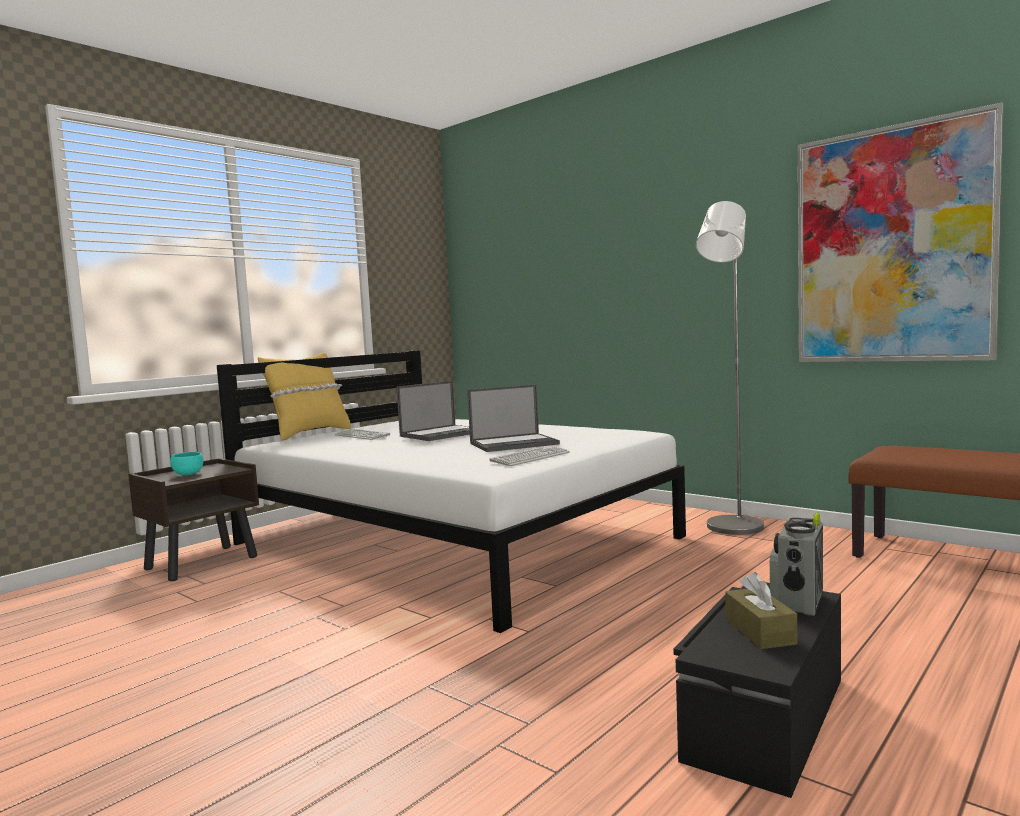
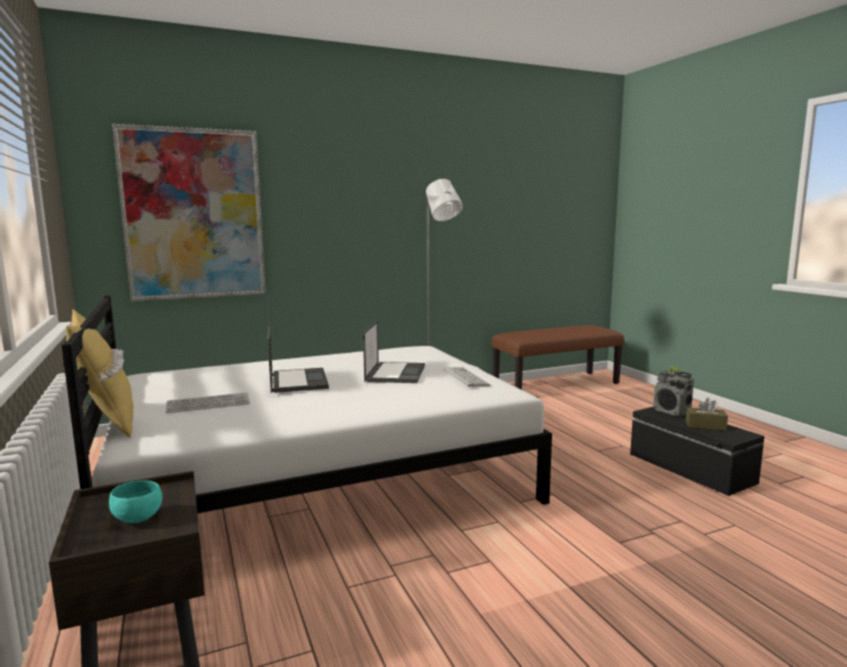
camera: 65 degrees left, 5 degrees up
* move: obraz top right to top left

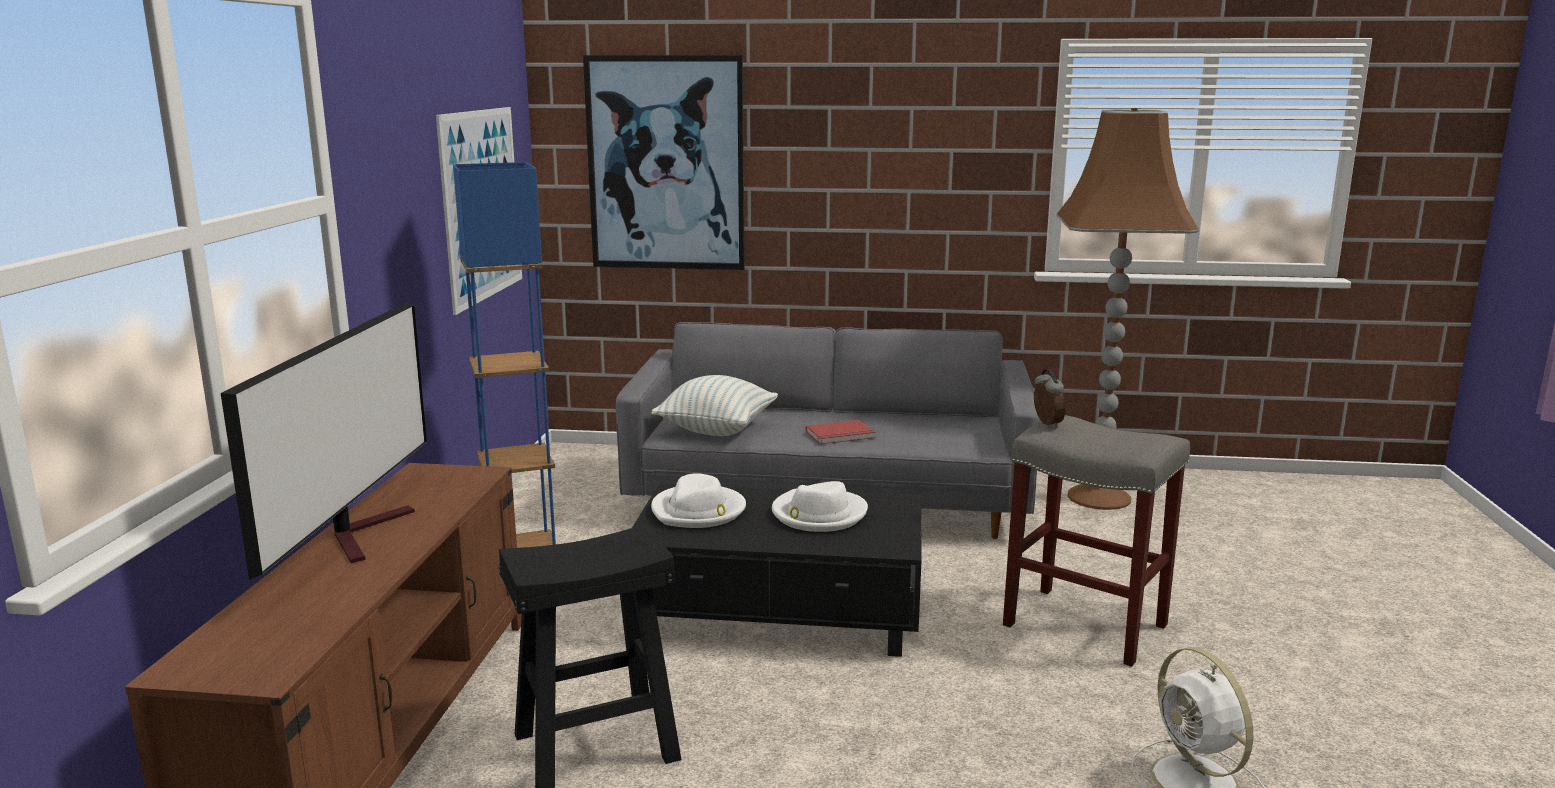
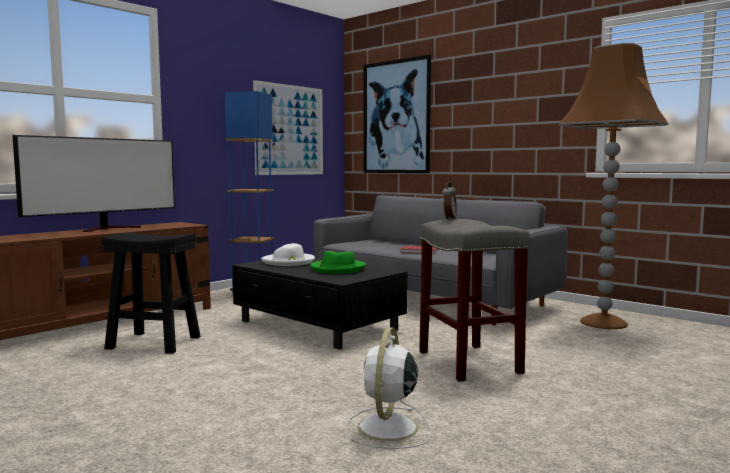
camera: 35 degrees right, 10 degrees down
* delete: poduszka centre
* recolor: kapelusz [biały] (2nd from left) centre to kapelusz [zielony] centre

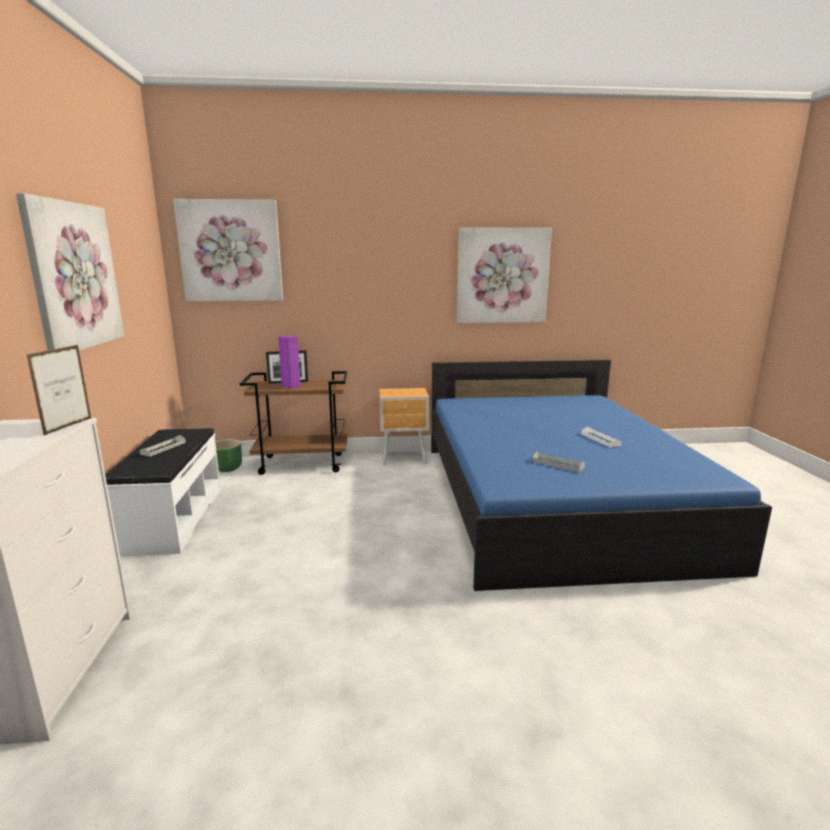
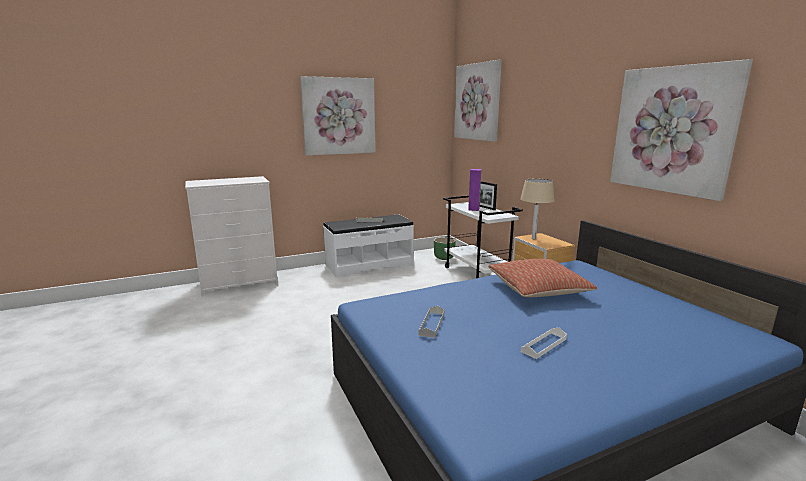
camera: 70 degrees right, 0 degrees up
* delete: ramka na zdjęcie (1st from left) middle left
* recolor: wózek [brązowy] centre to wózek [biały] centre
* insert: poduszka middle right
* insert: lampa stołowa [beżowy] centre

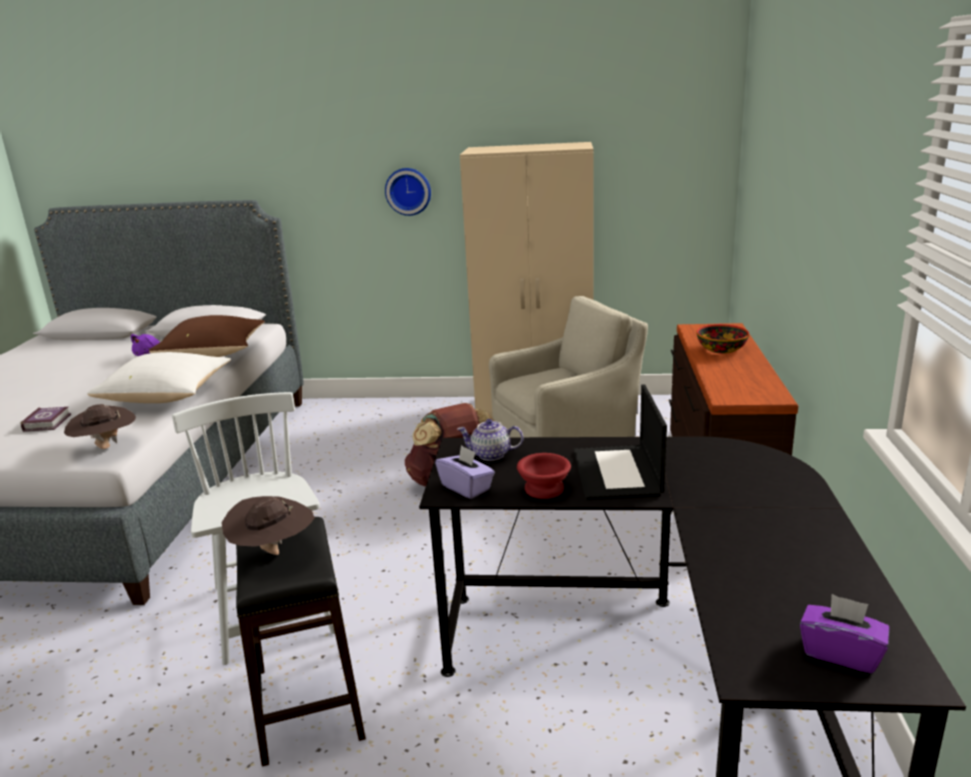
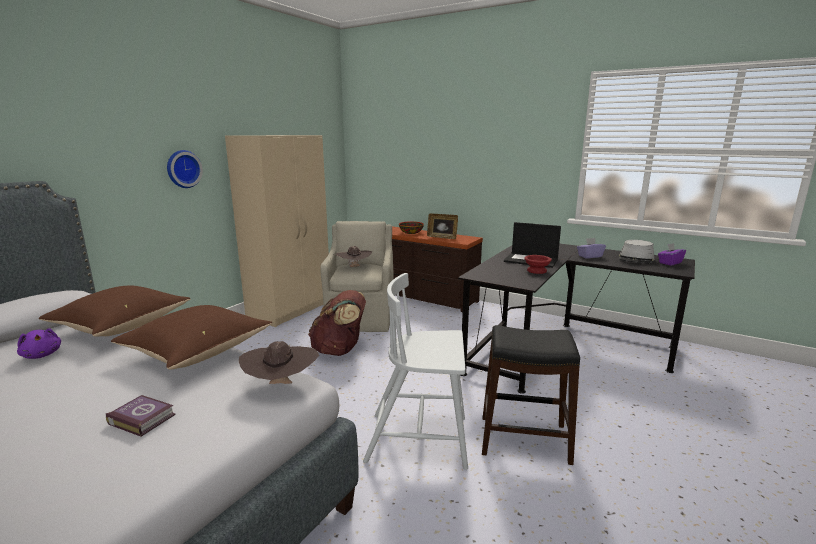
camera: 65 degrees left, 5 degrees down
* recolor: poduszka [biały] middle left to poduszka [brązowy] (2nd from left) middle left
* move: kapelusz [brązowy] (2nd from left) bottom left to centre
* move: pudełko chusteczek [fioletowy] (1st from left) centre to middle right
* delete: imbryk centre
* insert: ramka na zdjęcie centre
* insert: kapelusz [szary] middle right

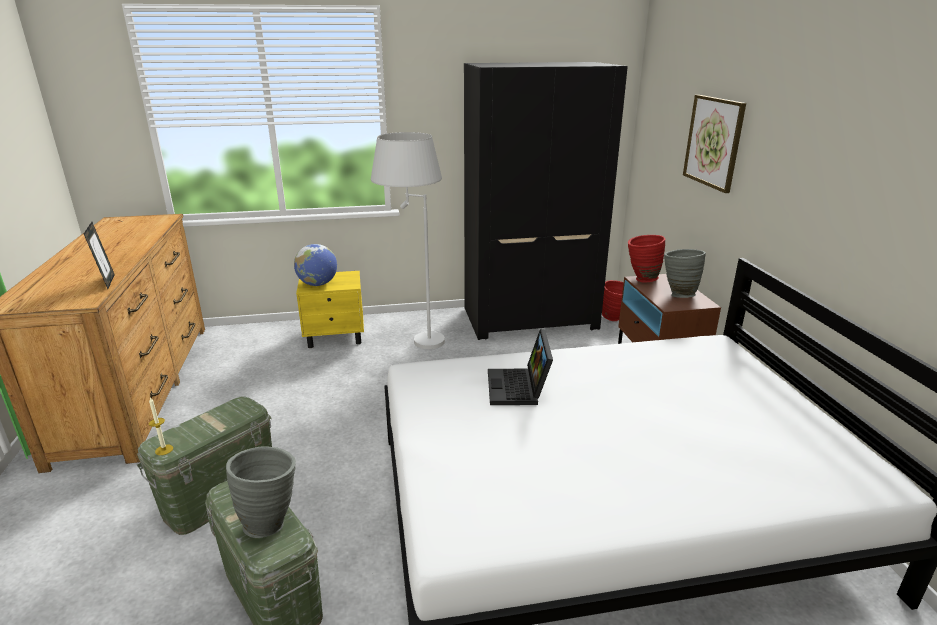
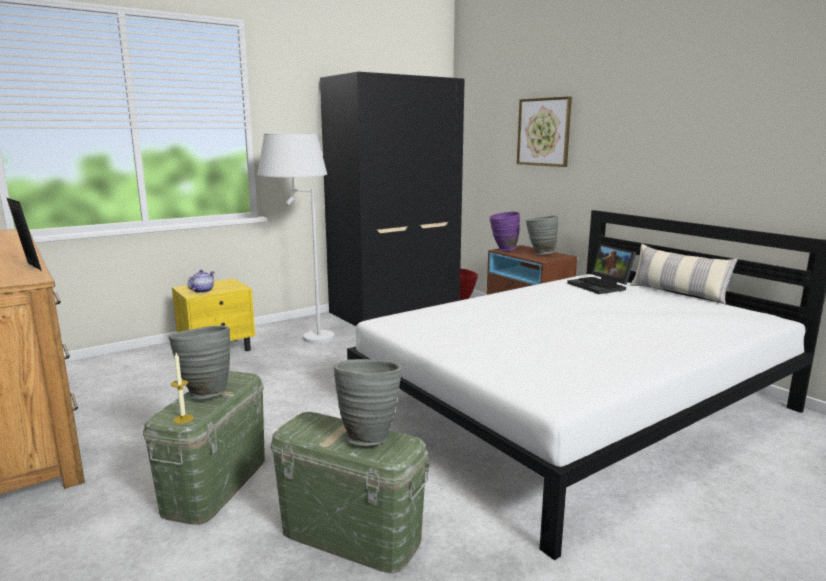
camera: 25 degrees left, 10 degrees down
* replace: globus centre to imbryk middle left
* move: laptop centre to middle right
* recolor: wazon [czerwony] (2nd from left) middle right to wazon [fioletowy] centre
* insert: wazon [szary] (1st from left) middle left
* insert: poduszka middle right

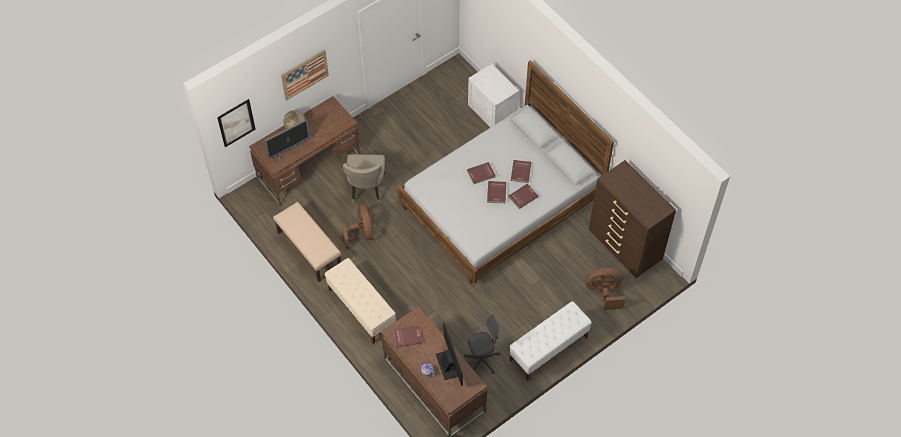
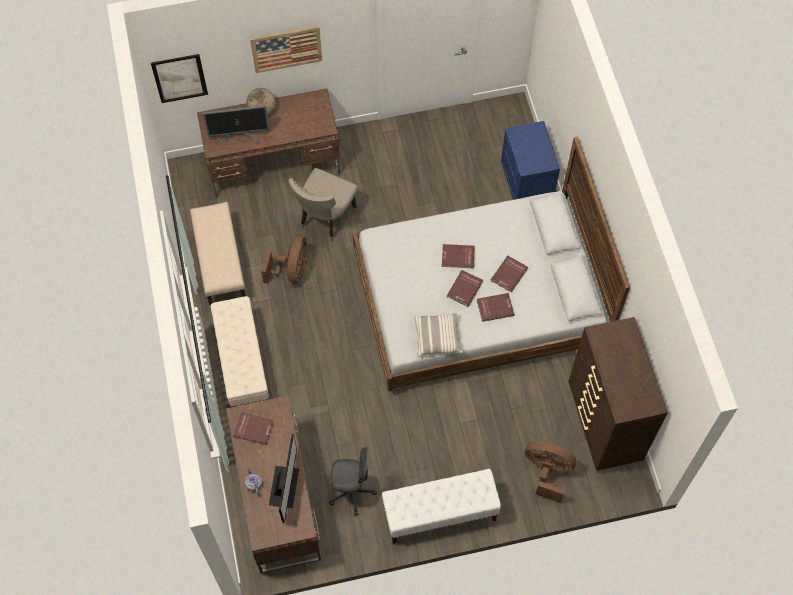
camera: 25 degrees right, 5 degrees up
* recolor: szafka nocna [biały] top centre to szafka nocna [niebieski] top right
* insert: poduszka centre

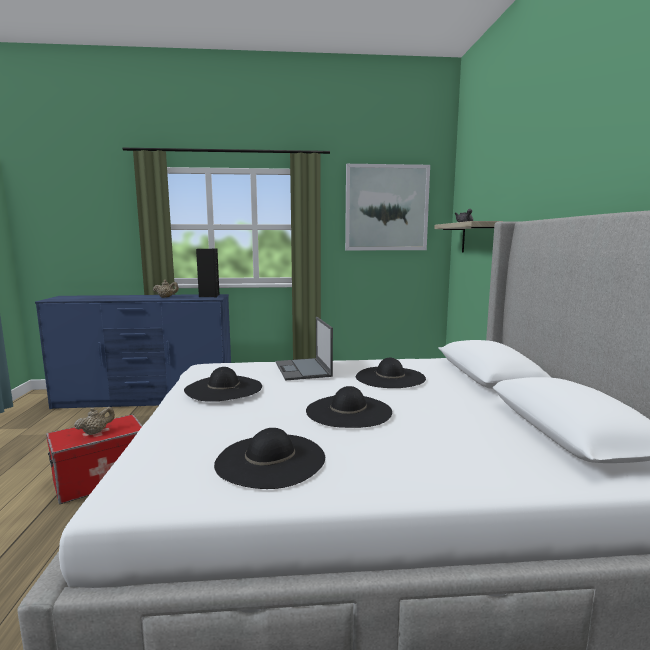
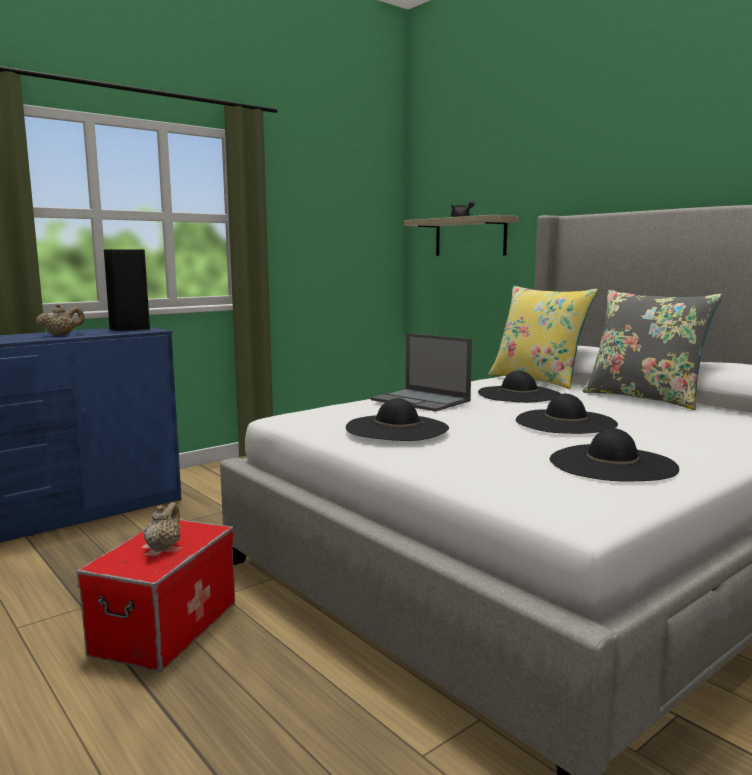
camera: 35 degrees left, 0 degrees up
* delete: obraz top centre
* insert: poduszka [żółty] middle right
* insert: poduszka [szary] middle right

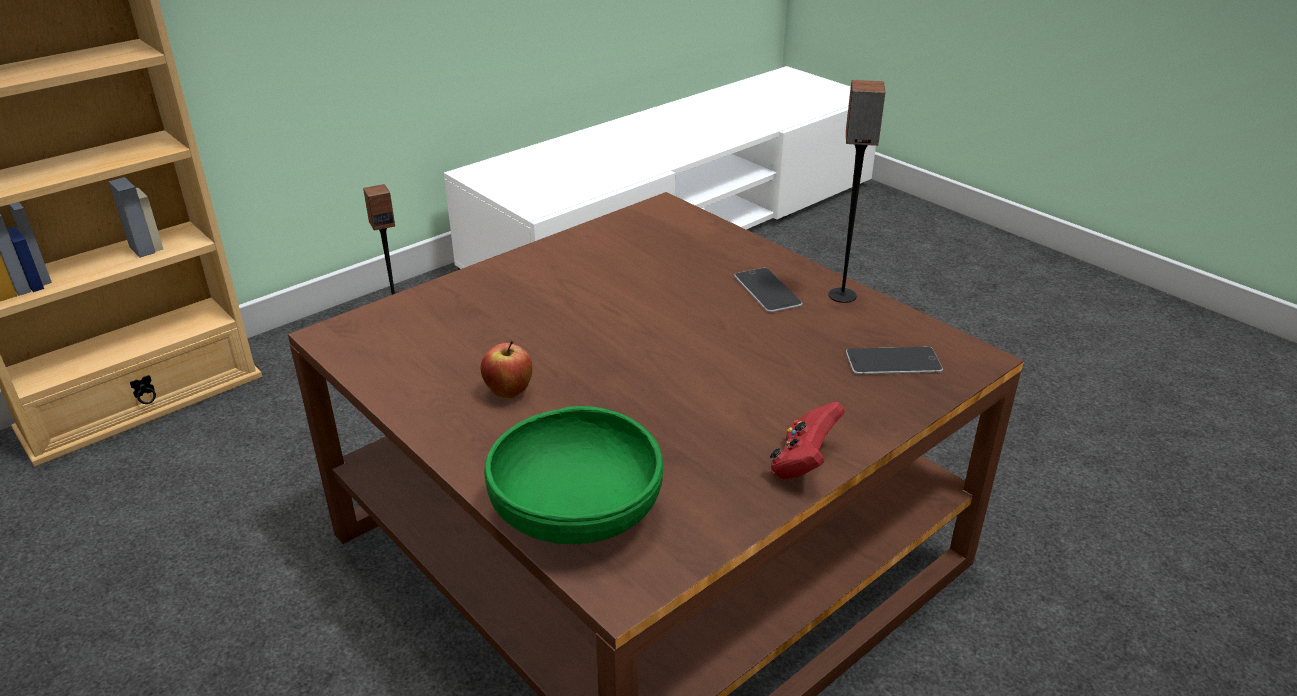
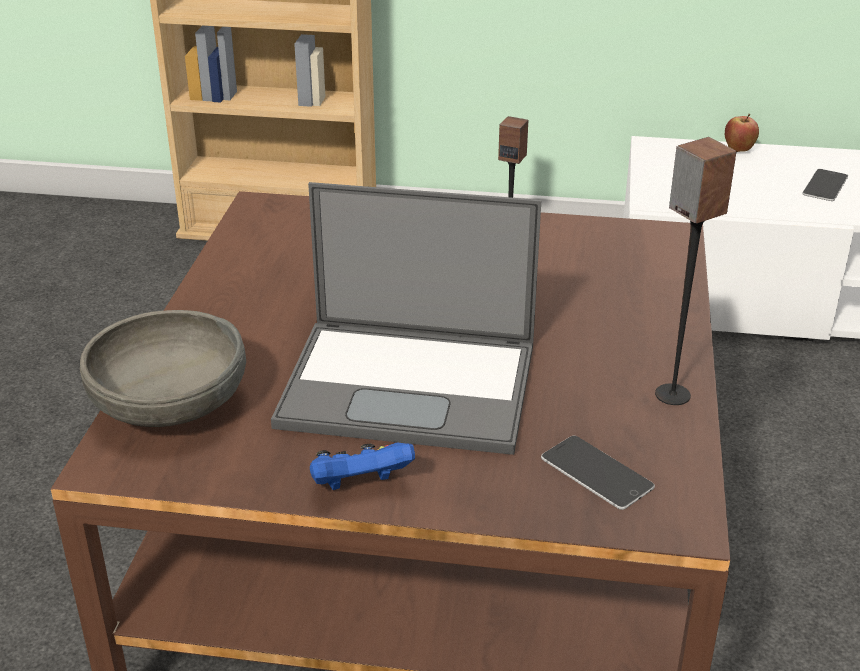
camera: 50 degrees right, 0 degrees up
* move: jabłko centre to top right
* recolor: miska [zielony] bottom centre to miska [szary] middle left
* move: telefon (1st from left in the first image) centre to telefon (2nd from left) top right
* recolor: pad do gier [czerwony] centre to pad do gier [niebieski] bottom centre
* insert: laptop centre

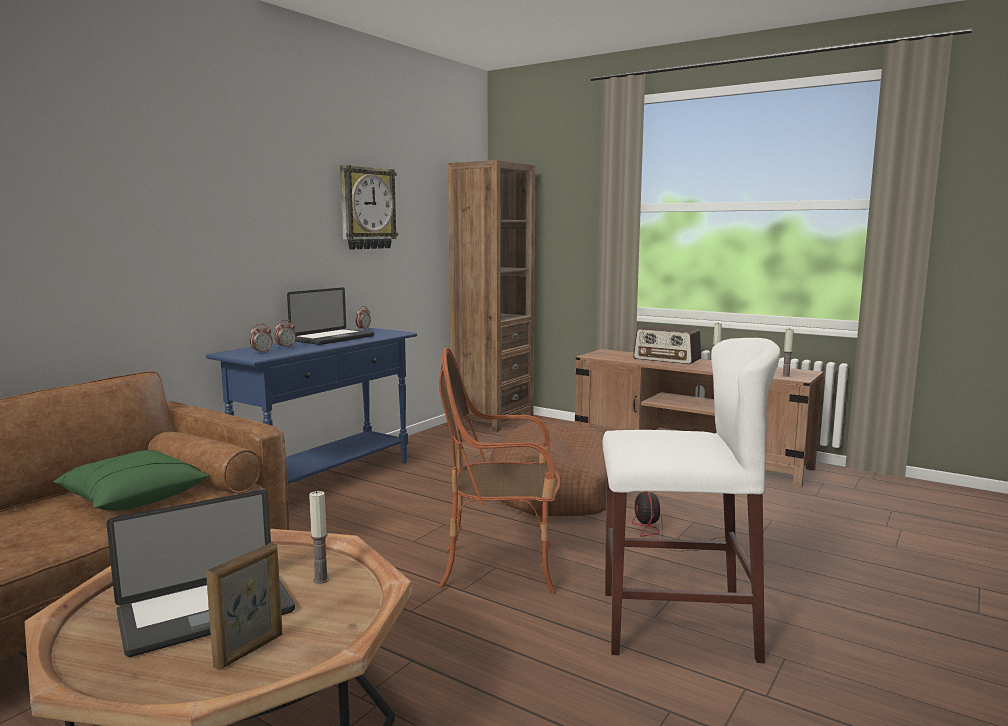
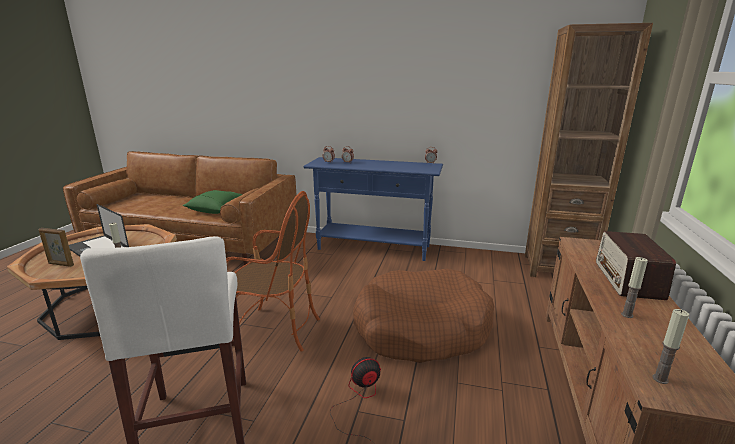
camera: 70 degrees right, 10 degrees up
* delete: laptop (2nd from left) middle left
* delete: zegar ścienny top centre
* rotate: fotel centre = centre 120 degrees clockwise

